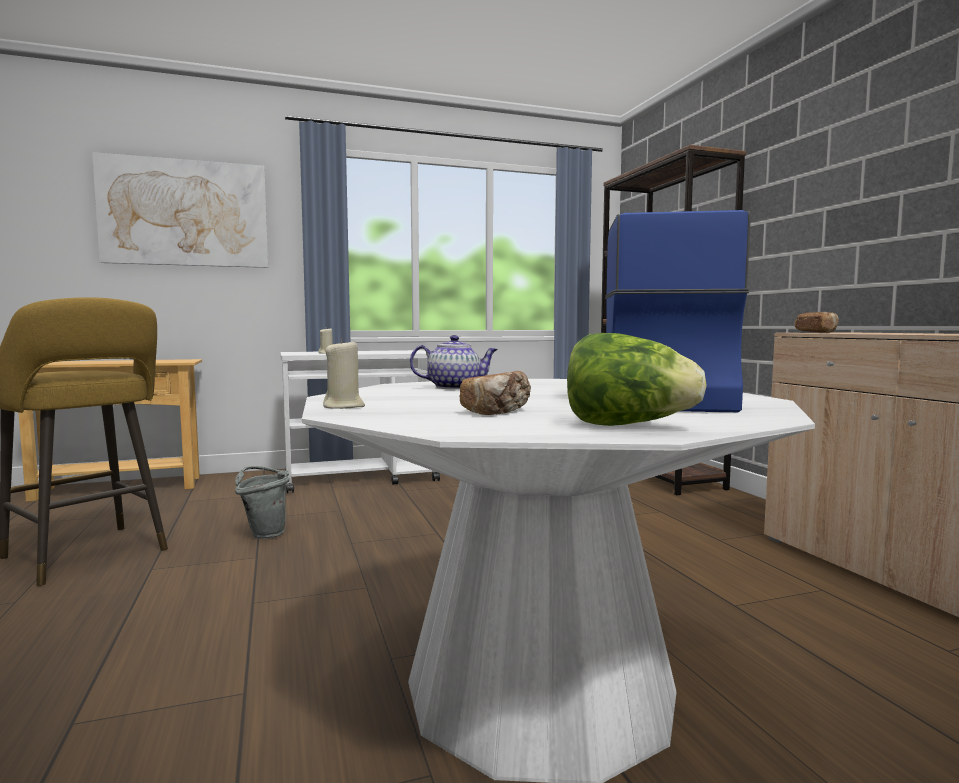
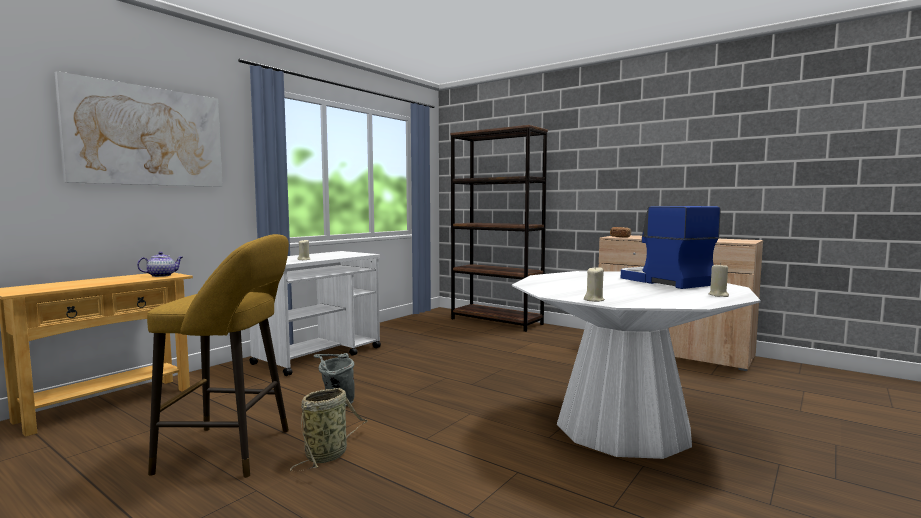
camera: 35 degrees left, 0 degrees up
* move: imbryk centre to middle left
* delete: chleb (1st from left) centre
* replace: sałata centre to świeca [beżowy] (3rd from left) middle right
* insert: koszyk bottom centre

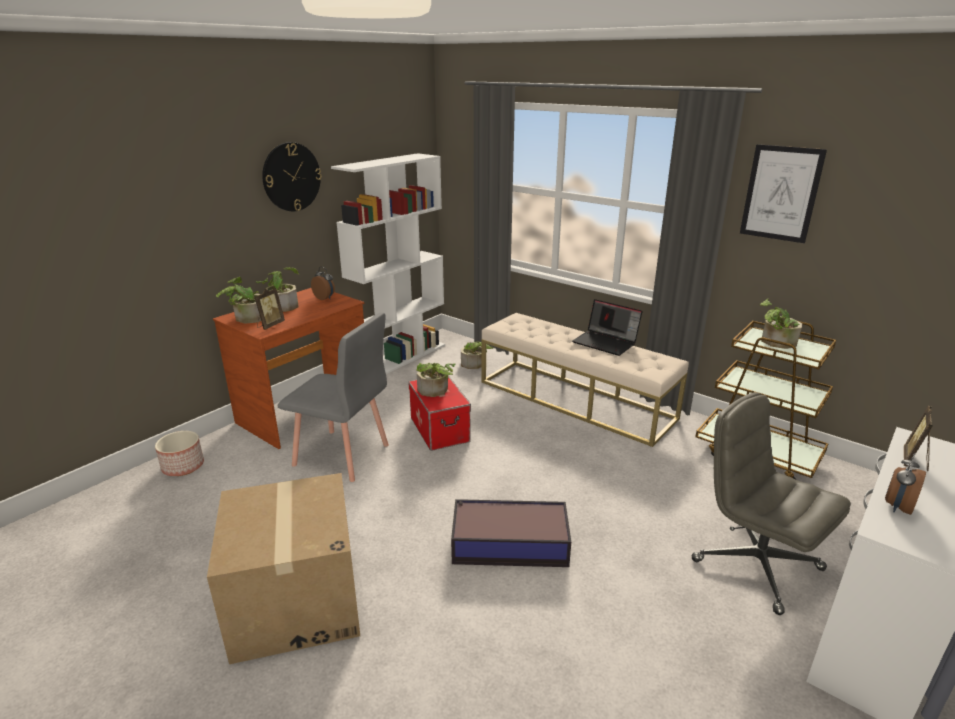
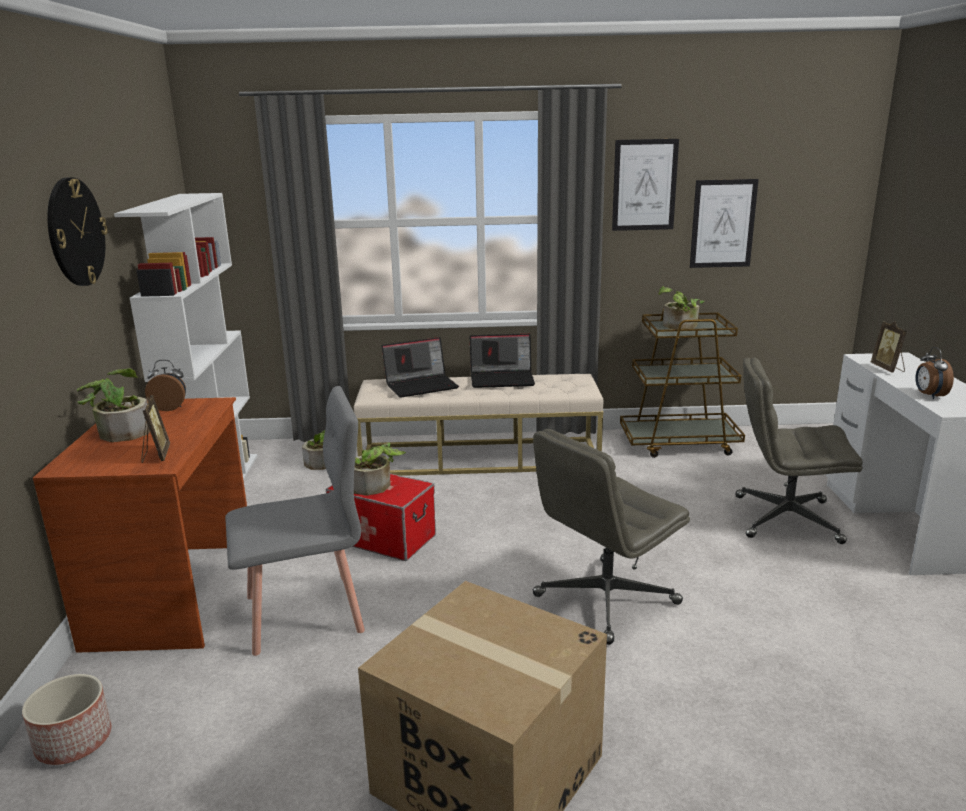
camera: 40 degrees left, 5 degrees down
* delete: roślina doniczkowa (1st from left) middle left
* replace: pojemnik do przechowywania (2nd from left) bottom centre to krzesło biurowe [szary] (1st from left) centre
* insert: laptop (1st from left) centre
* insert: obraz (2nd from left) top right

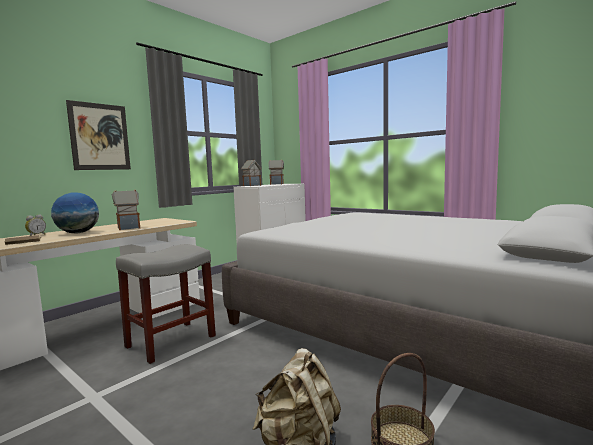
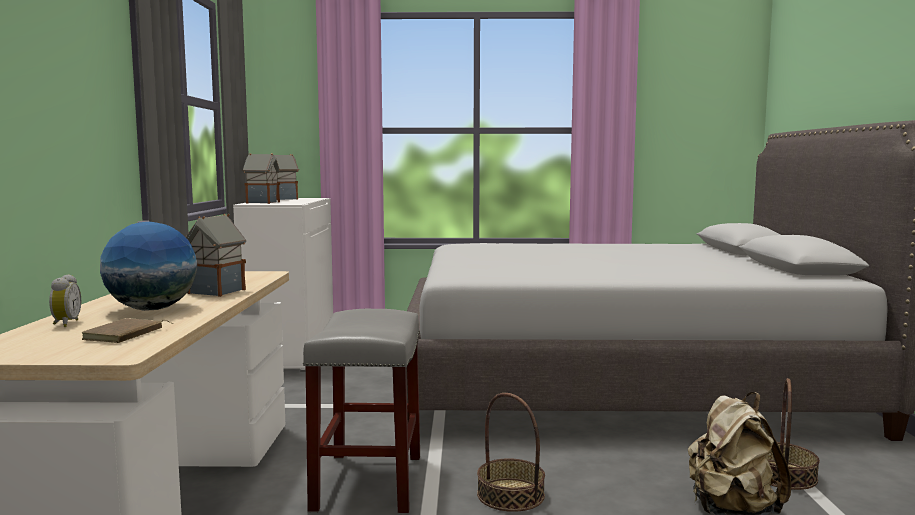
camera: 40 degrees left, 0 degrees up
* delete: obraz top left
* insert: koszyk (1st from left) bottom centre

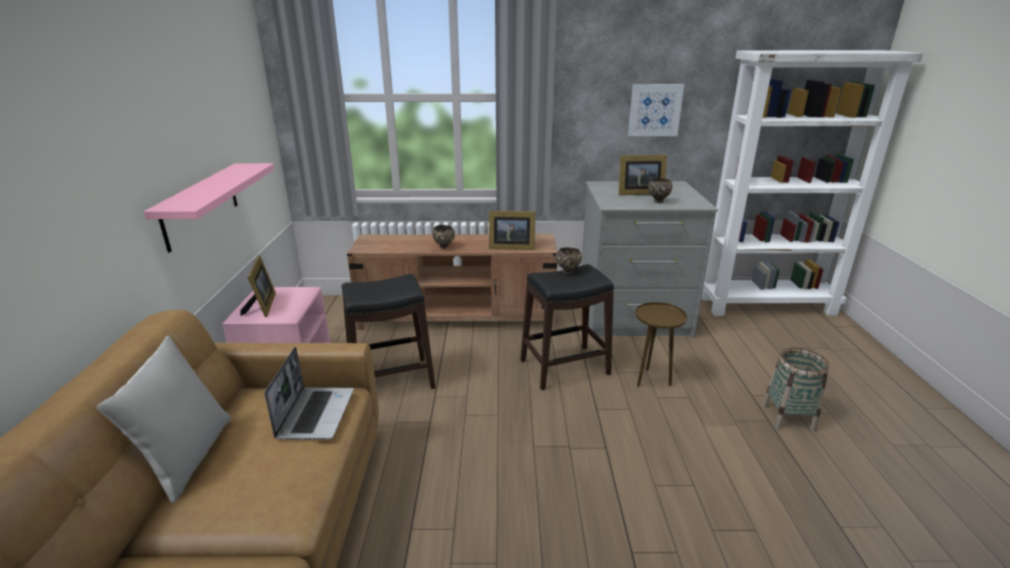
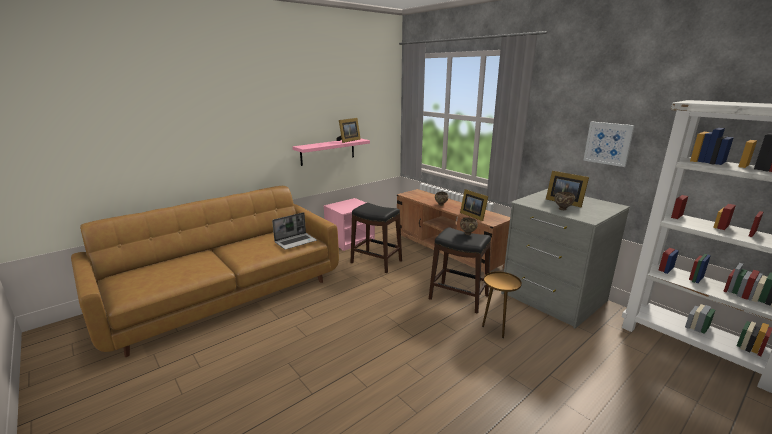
camera: 50 degrees right, 5 degrees down
* delete: poduszka [szary] bottom left
* move: ramka na zdjęcie (1st from left) middle left to top centre
* delete: koszyk bottom right

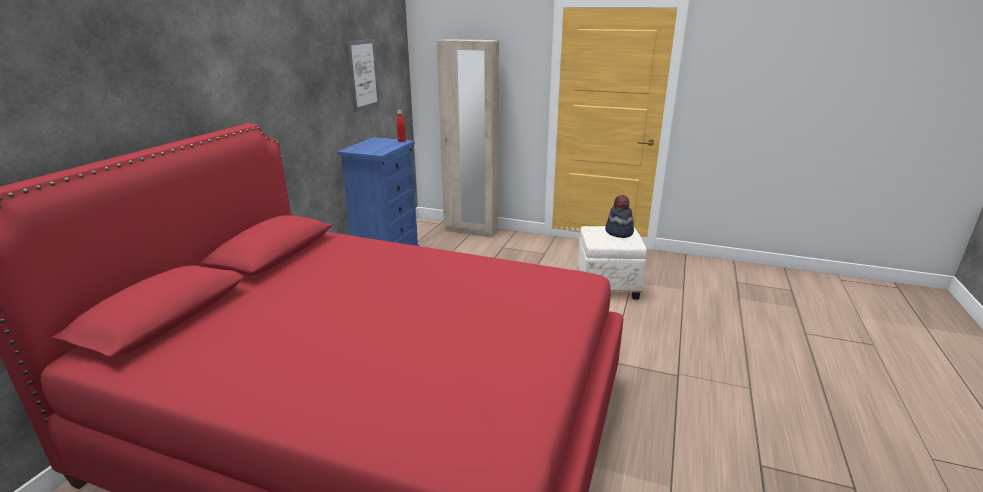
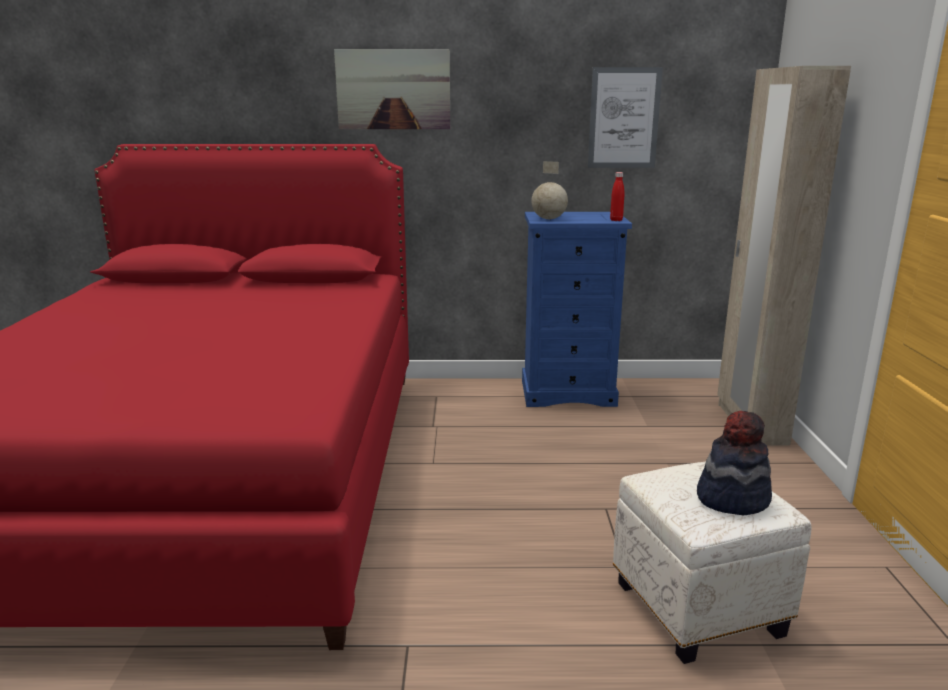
camera: 70 degrees right, 5 degrees down
* insert: obraz (1st from left) top centre
* insert: globus top centre

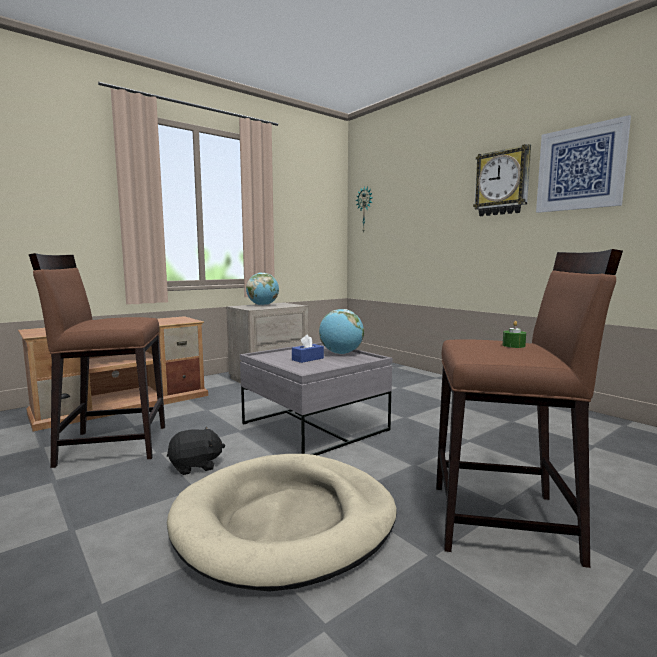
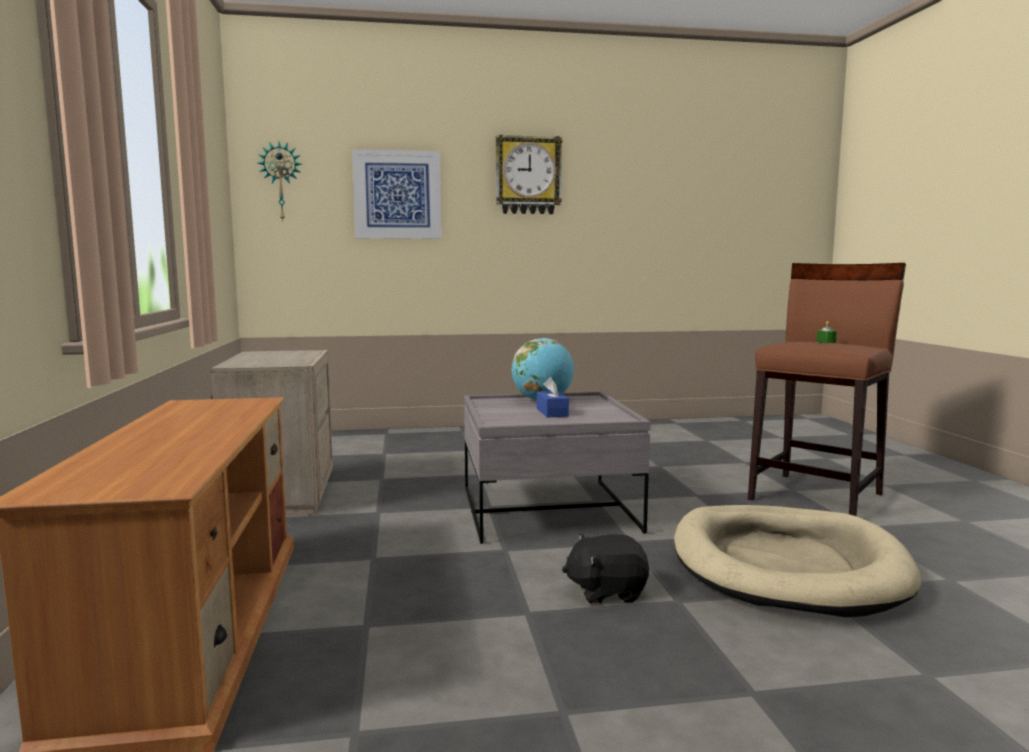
camera: 60 degrees left, 0 degrees up
* delete: stołek [brązowy] (1st from left) middle left
* rotate: pluszak [czarny] bottom left = bottom centre 105 degrees counterclockwise
* delete: globus (1st from left) centre
* move: obraz top right to top centre

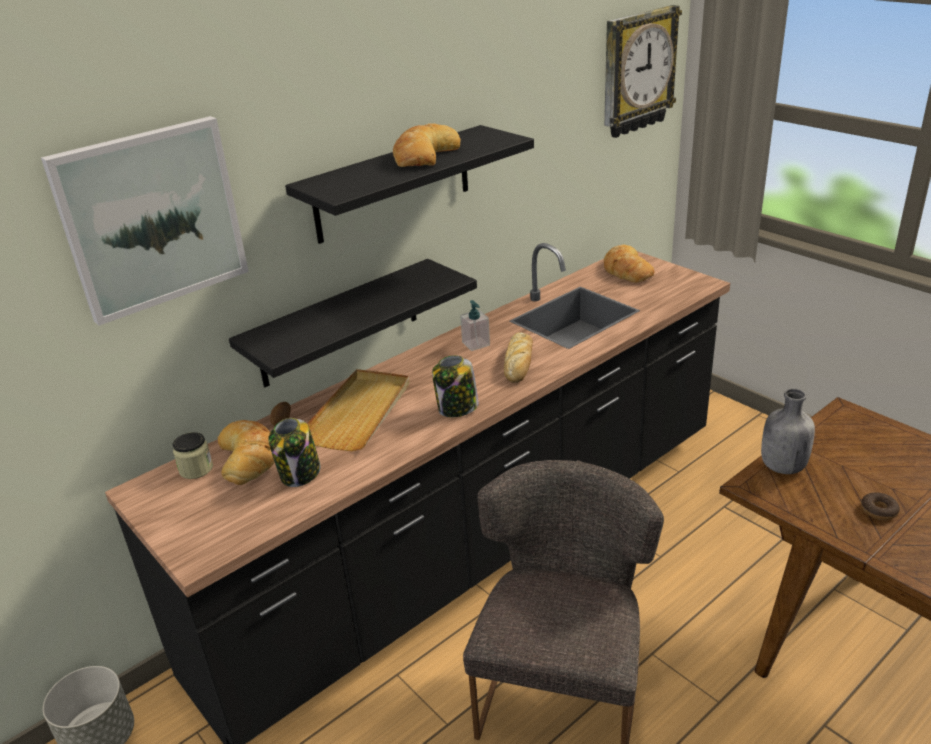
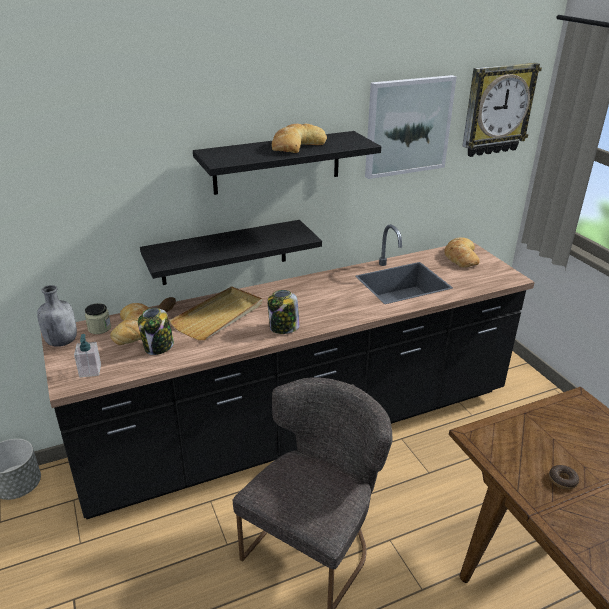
camera: 15 degrees right, 0 degrees up
* move: obraz top left to top right
* move: dozownik mydła centre to middle left
* delete: chleb (3rd from left) centre
* move: butelka [szary] middle right to middle left

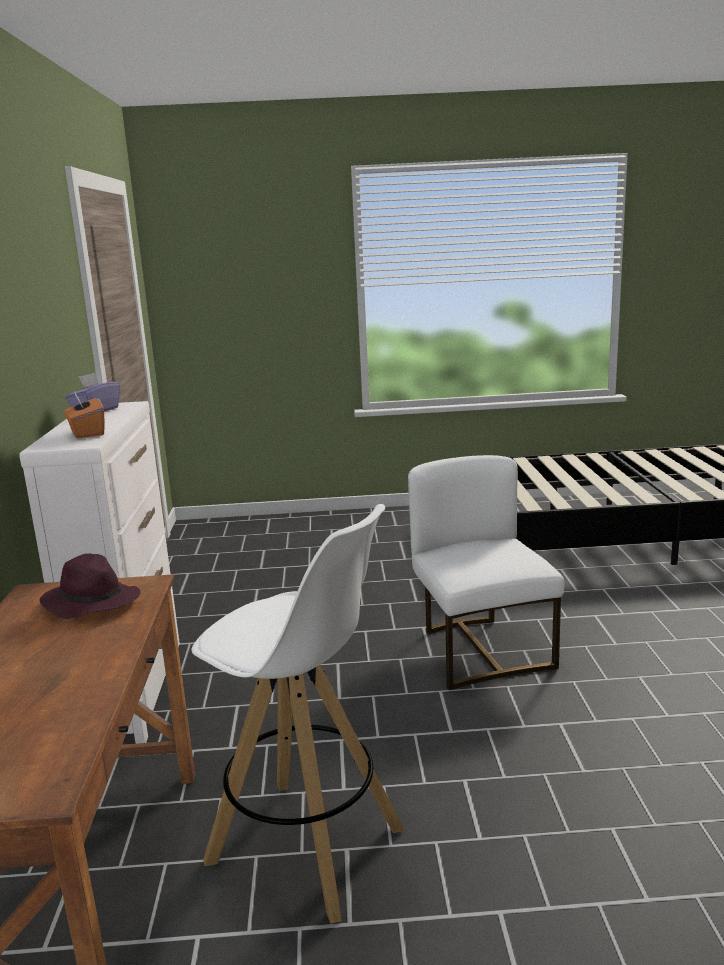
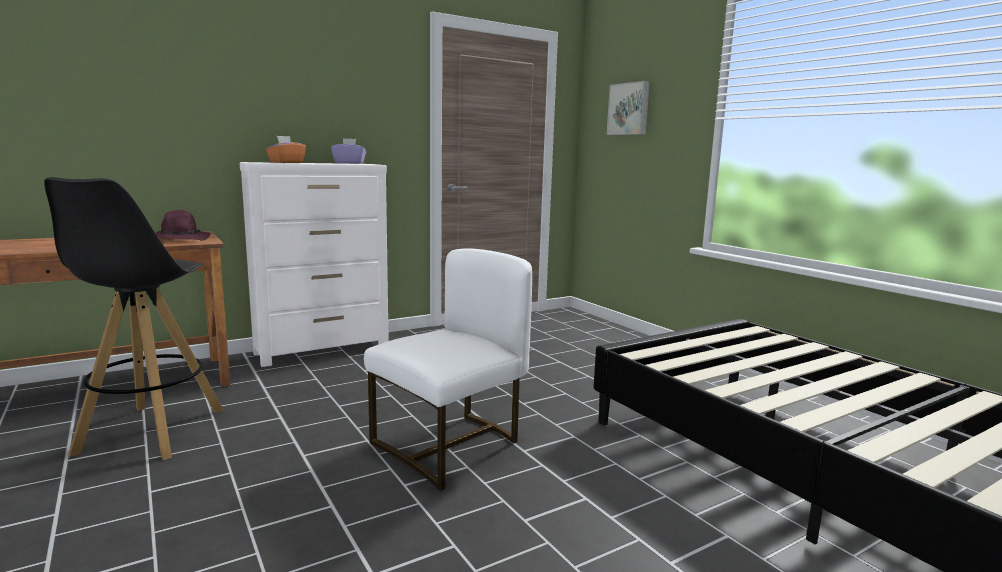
camera: 60 degrees right, 5 degrees down
* recolor: stołek [biały] bottom centre to stołek [czarny] middle left
* insert: obraz top centre

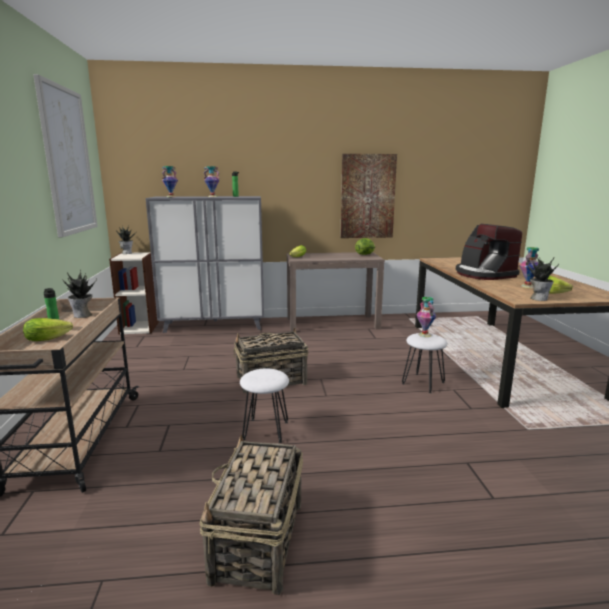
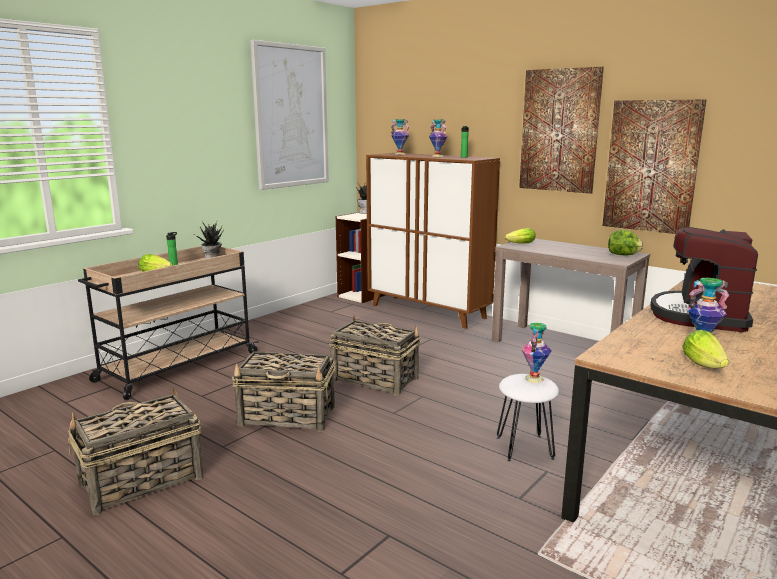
camera: 45 degrees right, 0 degrees up
* recolor: szafka [szary] centre to szafka [brązowy] centre
* replace: stołek [biały] (1st from left) bottom centre to koszyk (2nd from left) bottom centre
* delete: roślina doniczkowa (3rd from left) middle right
* insert: obraz (2nd from left) top right

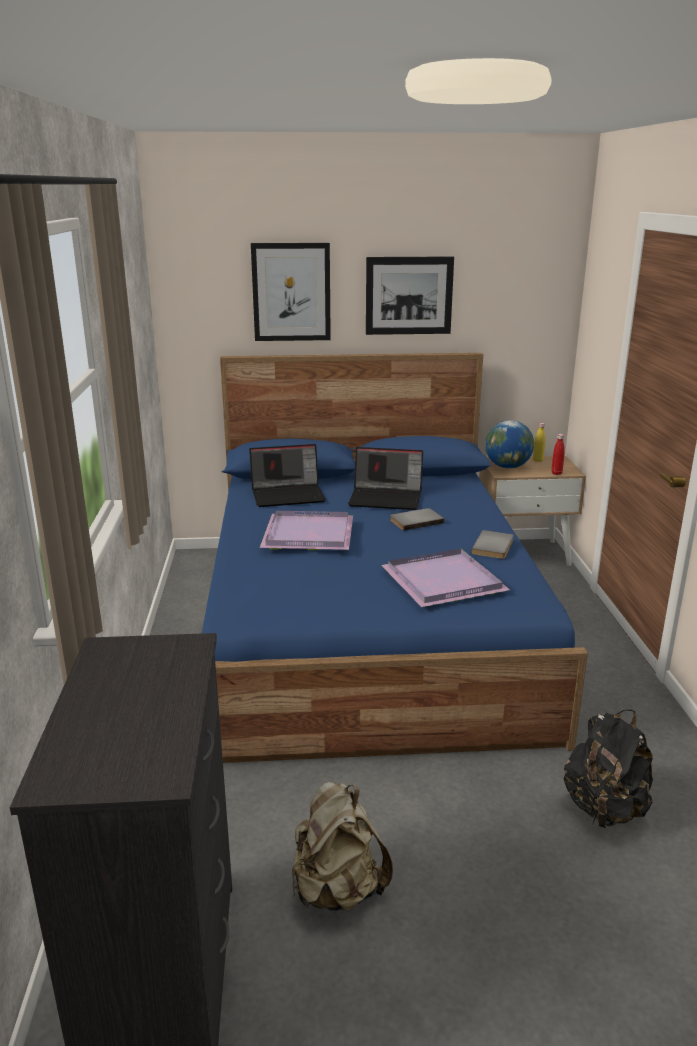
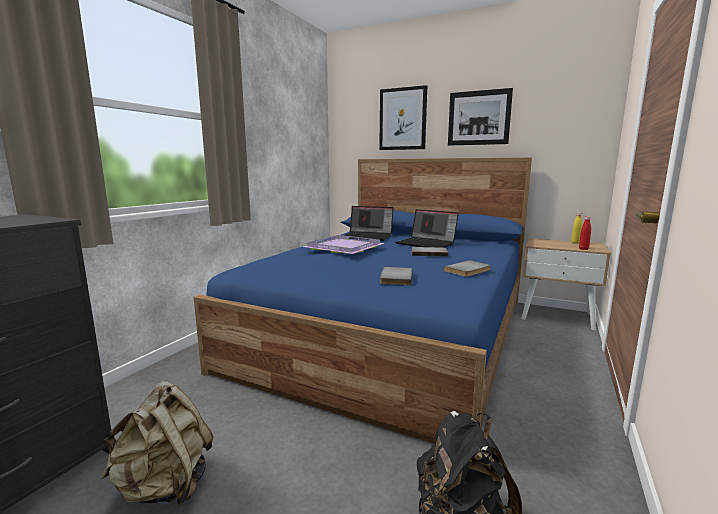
camera: 30 degrees right, 10 degrees down
* replace: taca [fioletowy] (2nd from left) centre to książka [szary] (1st from left) centre
* delete: globus middle right

